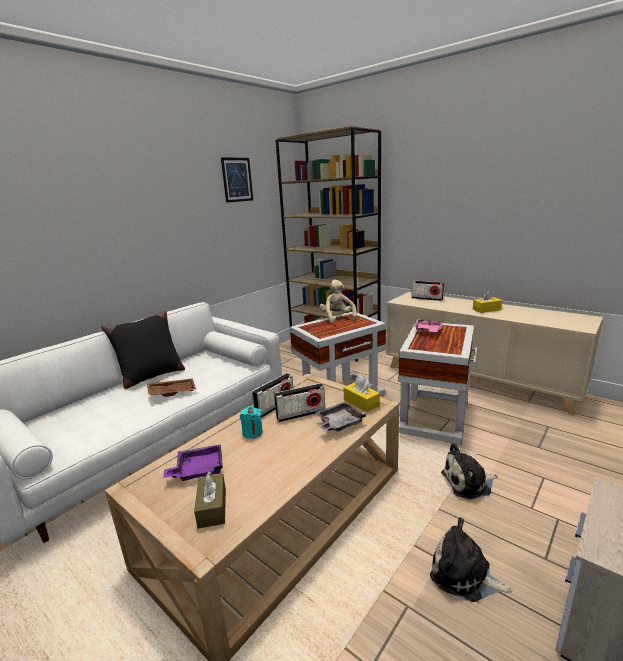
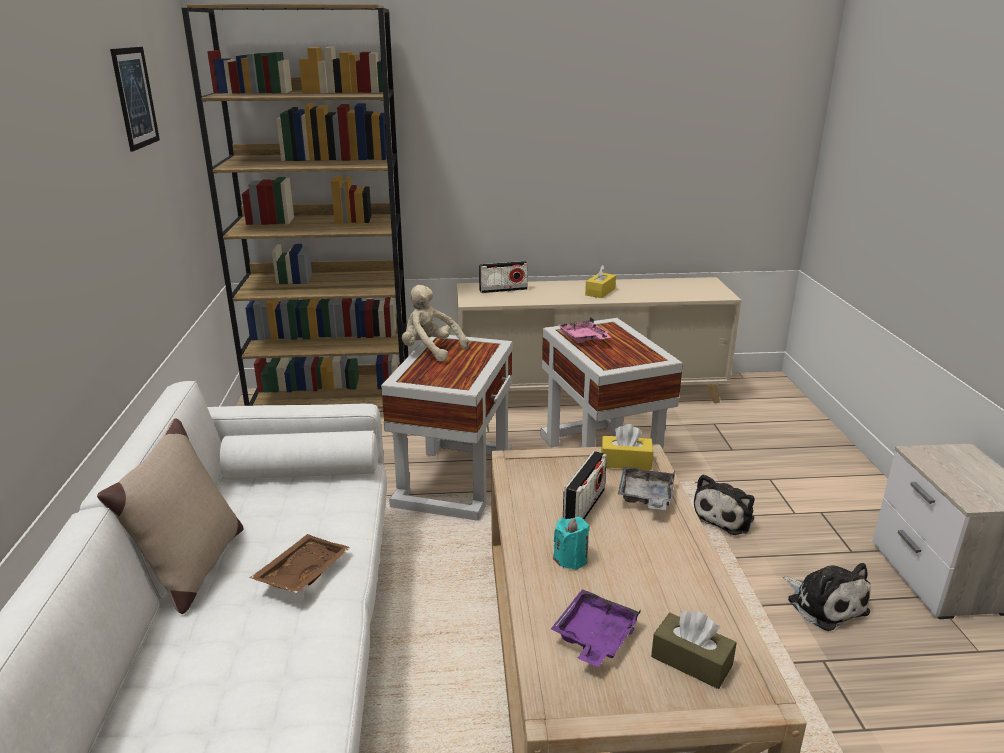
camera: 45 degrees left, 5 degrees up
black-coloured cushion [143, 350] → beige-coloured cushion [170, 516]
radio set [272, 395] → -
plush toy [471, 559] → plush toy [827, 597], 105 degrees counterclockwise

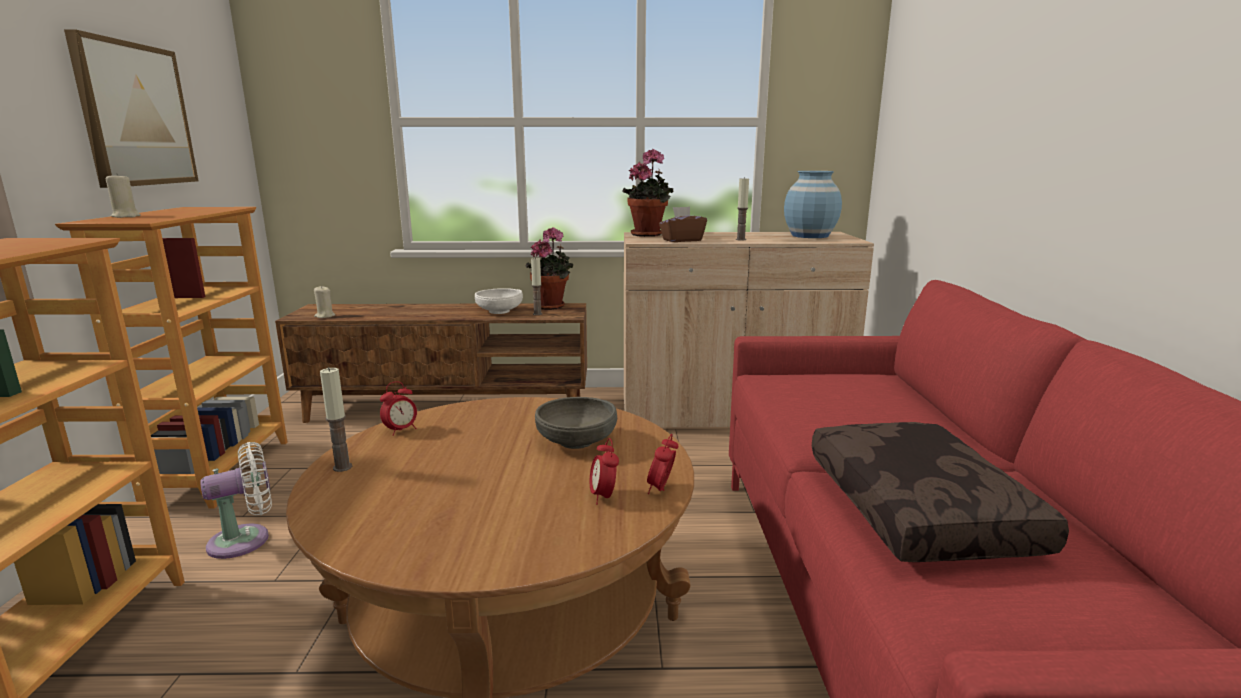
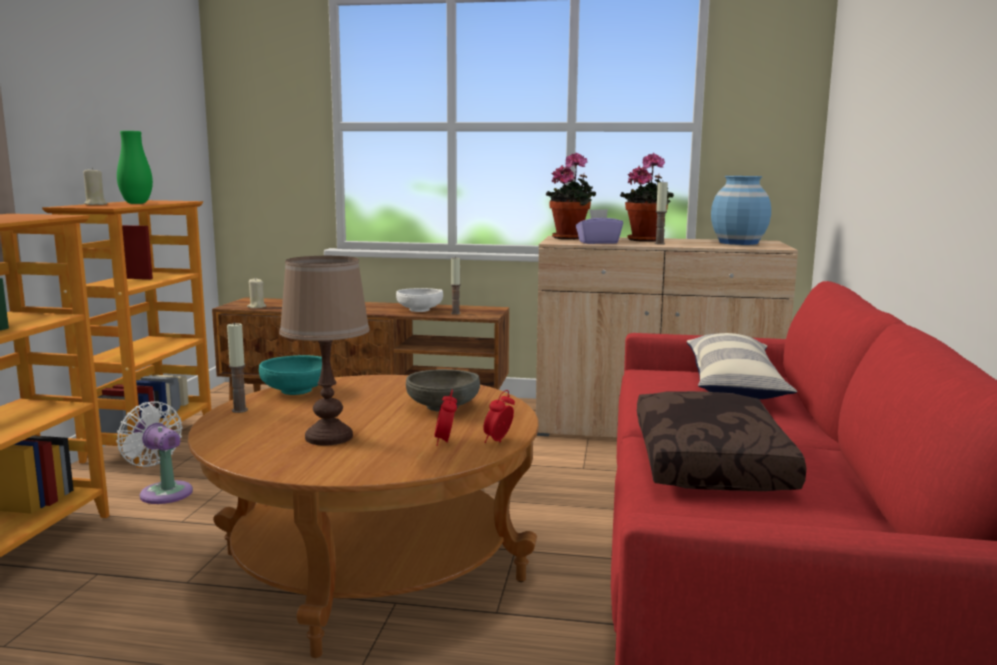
camera: 10 degrees right, 5 degrees down
wall art [131, 108] → -
white-coloured electric fan [236, 500] → white-coloured electric fan [155, 452], 120 degrees counterclockwise
bedside clock [398, 408] → blue-green bowl [290, 375]
houseplant [549, 268] → houseplant [647, 197], shifted
brownish box of tissues [683, 224] → purple-coloured box of tissues [599, 226]
- → greenish vase [135, 167]
- → brownish tabletop lamp [324, 351]
- → cushion [742, 366]

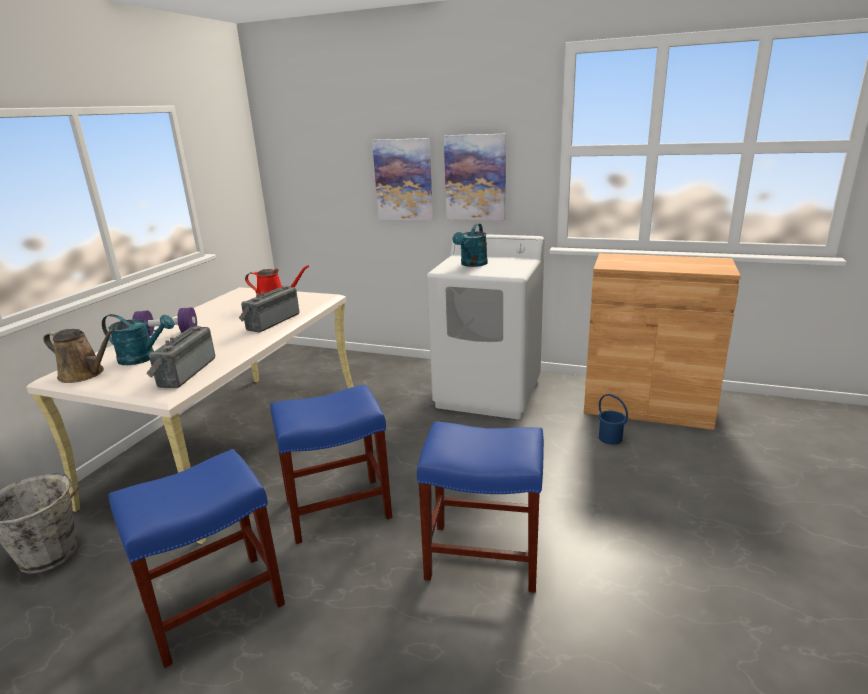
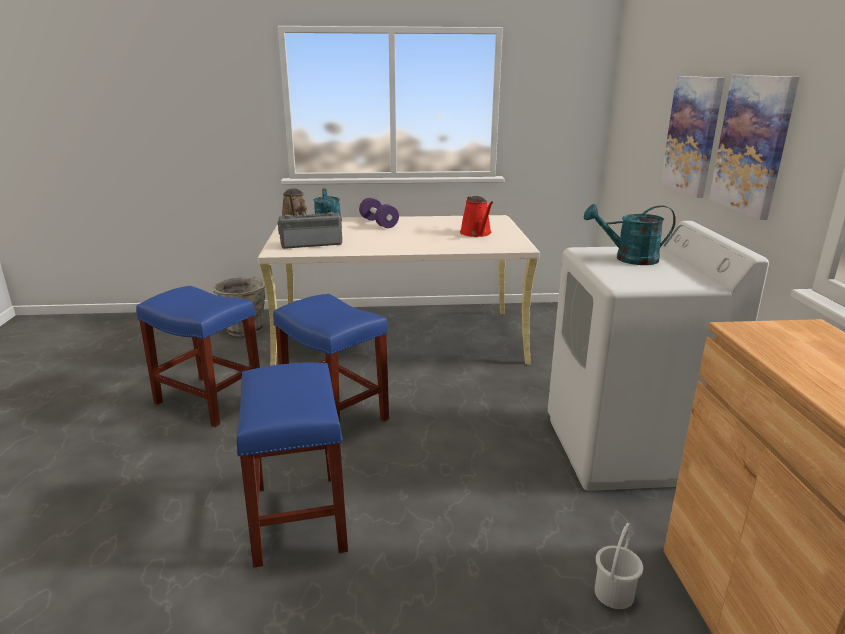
camera: 65 degrees right, 0 degrees up
radio set [269, 309] → -
blue bucket [613, 419] → white-coloured bucket [619, 566]

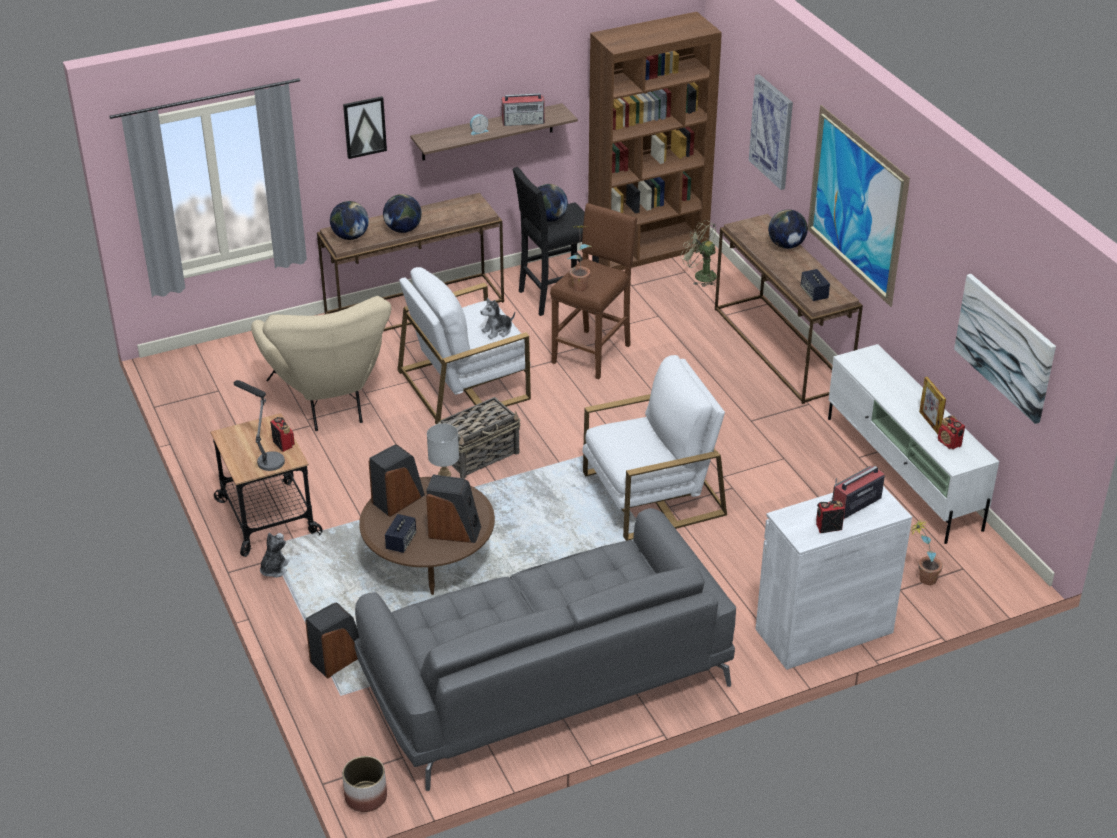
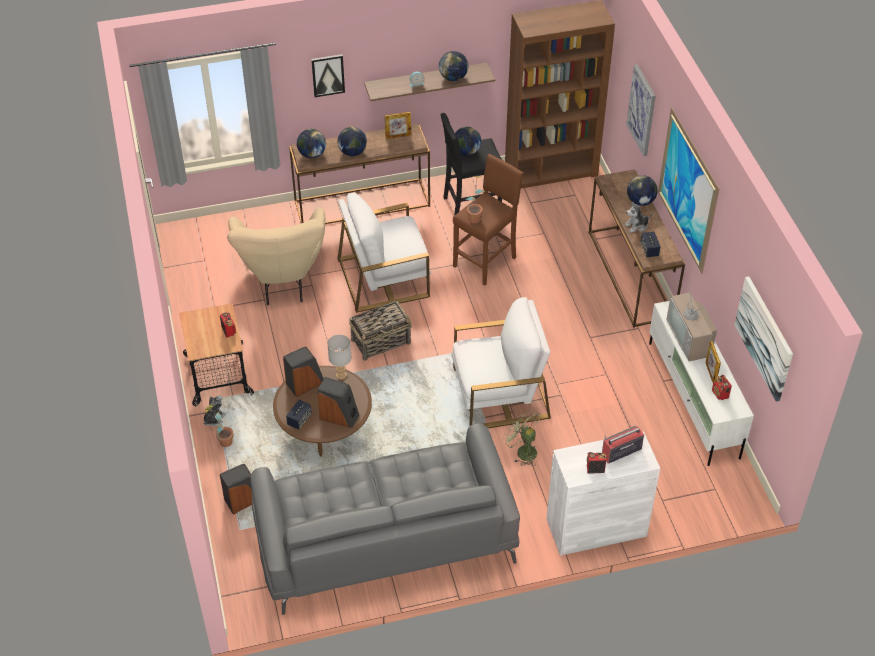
camera: 10 degrees right, 10 degrees up
tabletop lamp [259, 425] → -
planter [364, 784] → -
plush toy [498, 318] → plush toy [638, 217], shifted
radio set [523, 109] → globe [453, 66]
greenish electric fan [699, 253] → greenish electric fan [522, 437], shifted
houseplant [927, 552] → houseplant [218, 425], shifted
- → picture frame [398, 125]
- → television [691, 323]

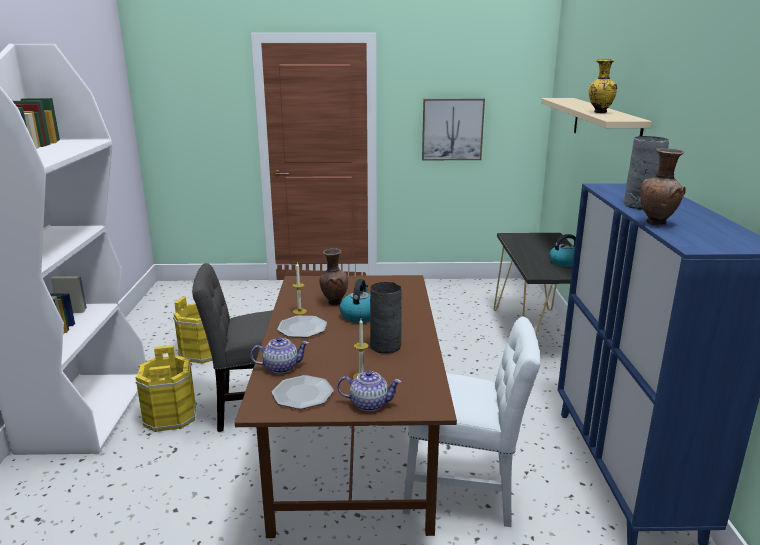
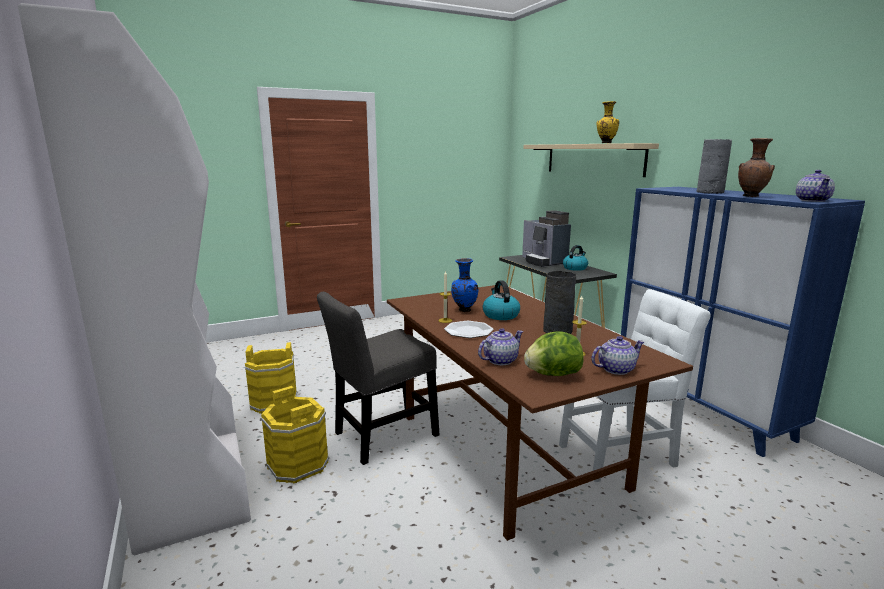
camera: 25 degrees left, 5 degrees down
dinner plate [303, 392] → head of lettuce [554, 353]
brownish vase [333, 277] → blue vase [464, 285]
wall art [453, 129] → -
- → coffee brewer [546, 238]
- → pot for tea [815, 186]

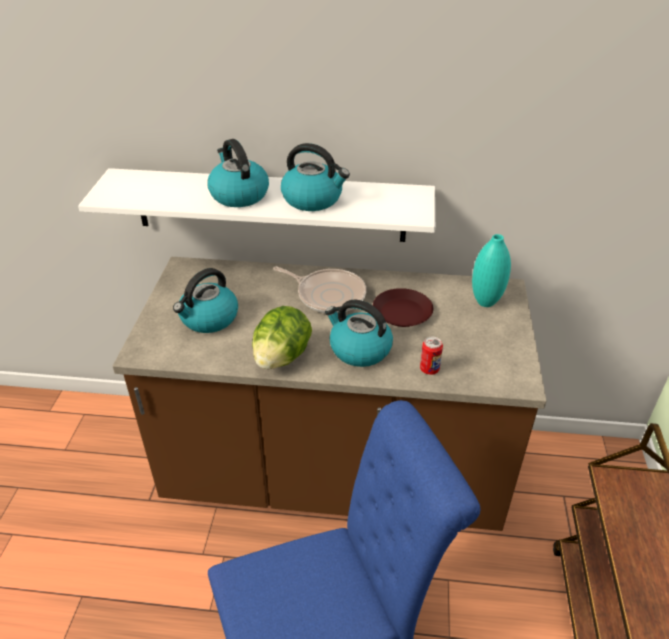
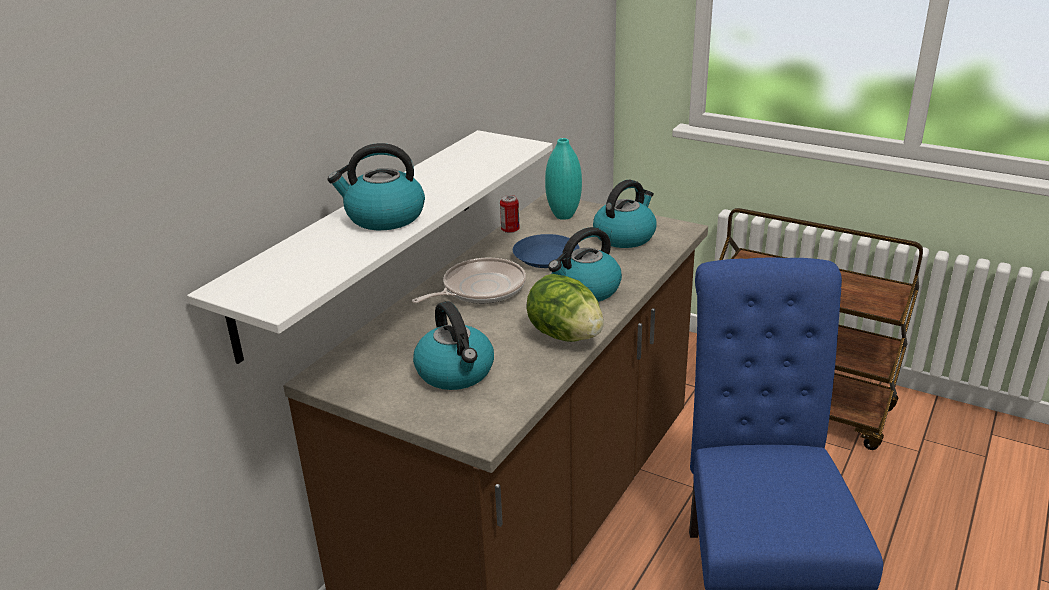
camera: 65 degrees left, 10 degrees down
water kettle [315, 177] → water kettle [625, 214], shifted
brownish dinner plate [403, 307] → blue dinner plate [546, 251]
metal can [431, 356] → metal can [510, 214], shifted

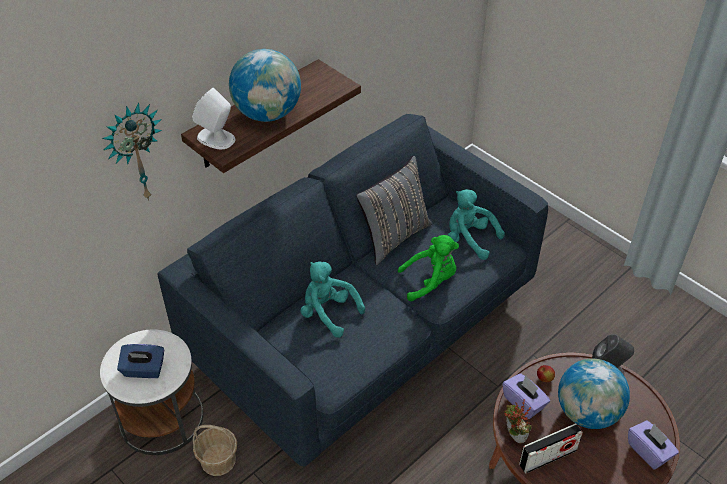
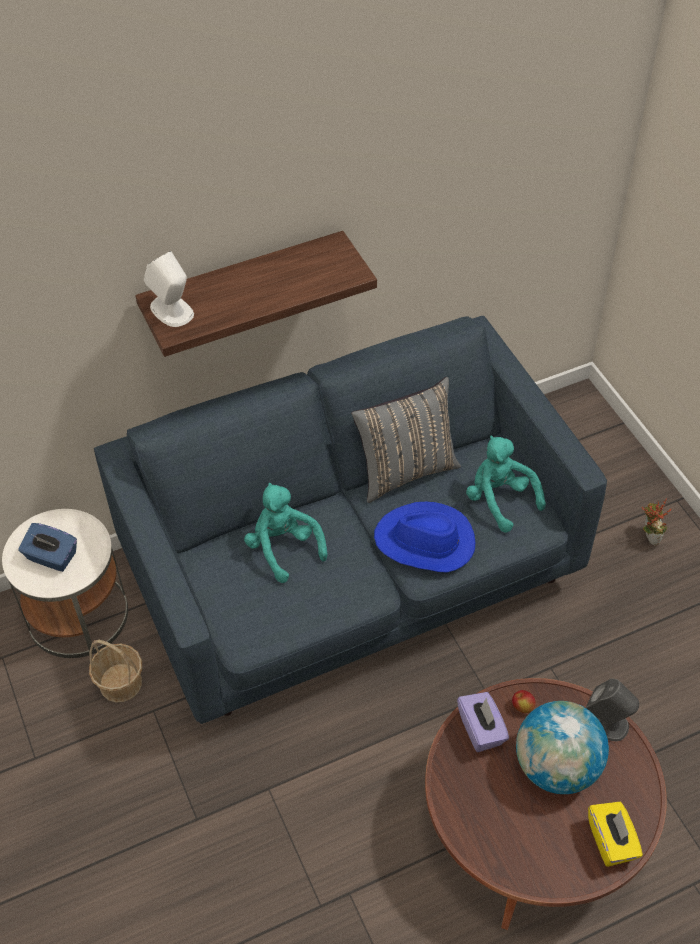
camera: 20 degrees right, 5 degrees up
clock on the wall [132, 151] → -
globe [265, 85] → -
greenish plush toy [428, 268] → blue clothing hat [424, 537]
houseplant [517, 421] → houseplant [657, 522], shifted
radio set [551, 448] → -
purple-coloured box of tissues [653, 444] → yellow box of tissues [615, 834]

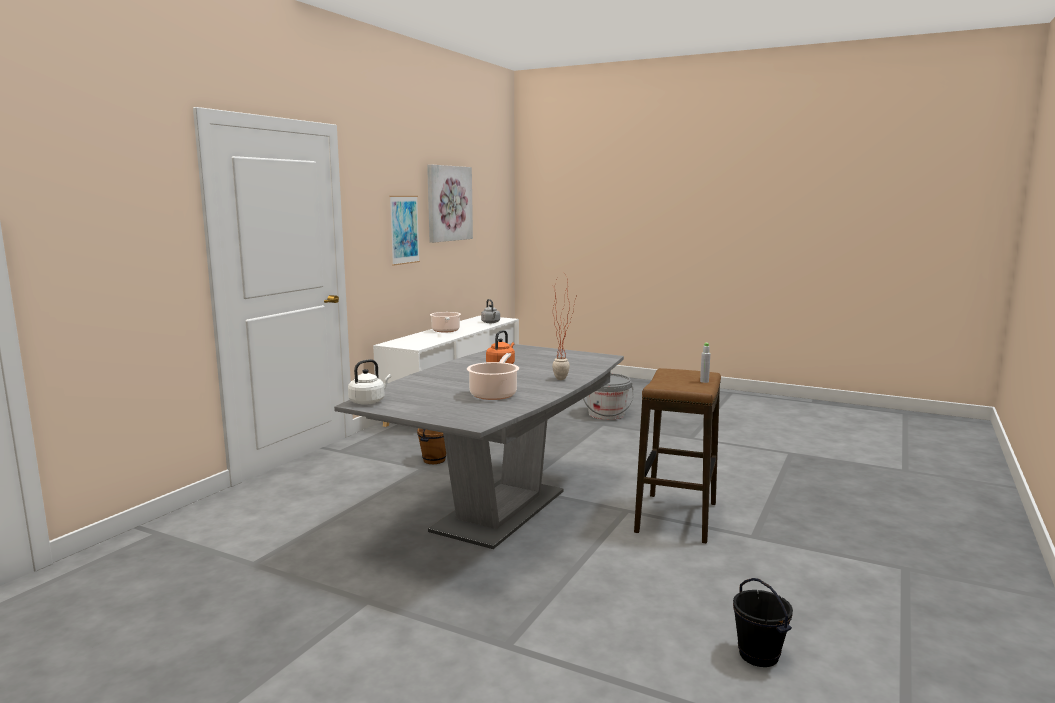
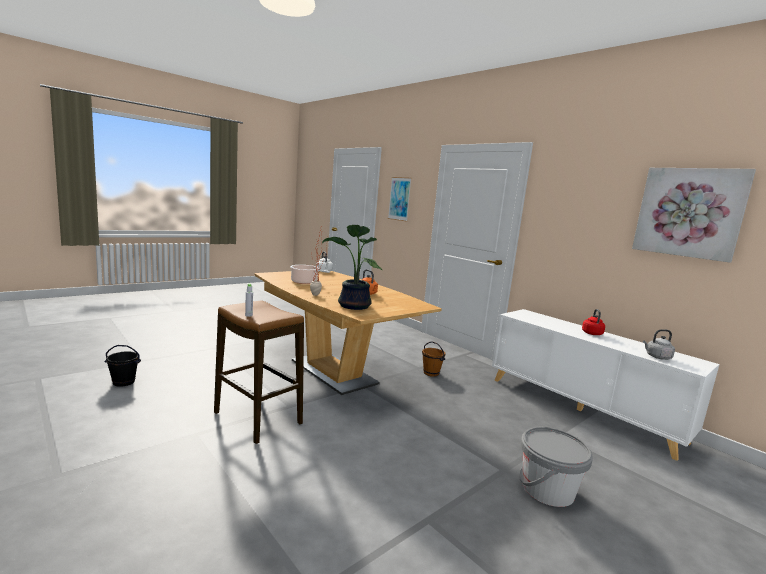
camera: 110 degrees right, 0 degrees up
greyish dinner table [479, 446] → brownish dinner table [348, 333]
wall art [404, 231] → wall art [400, 199], shifted
stockpot [445, 322] → red-coloured water kettle [593, 322]
- → houseplant [352, 267]

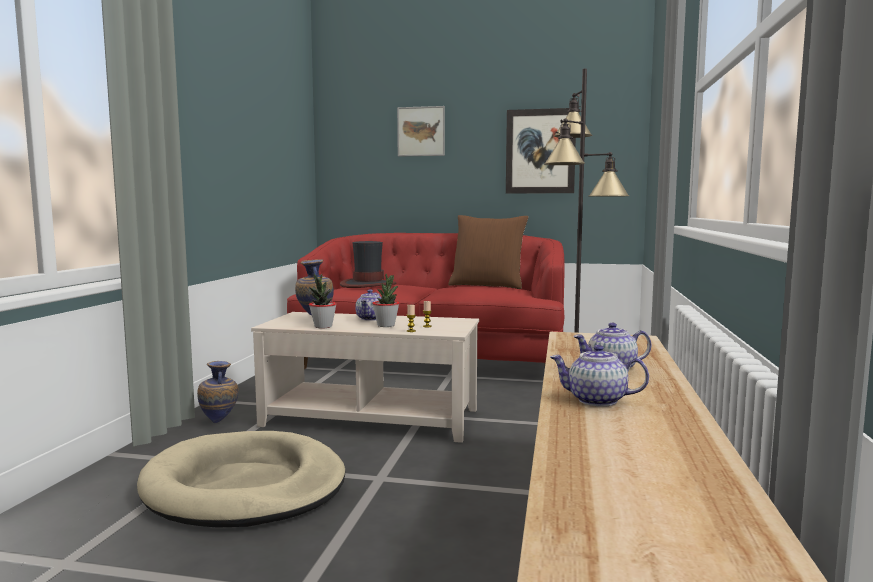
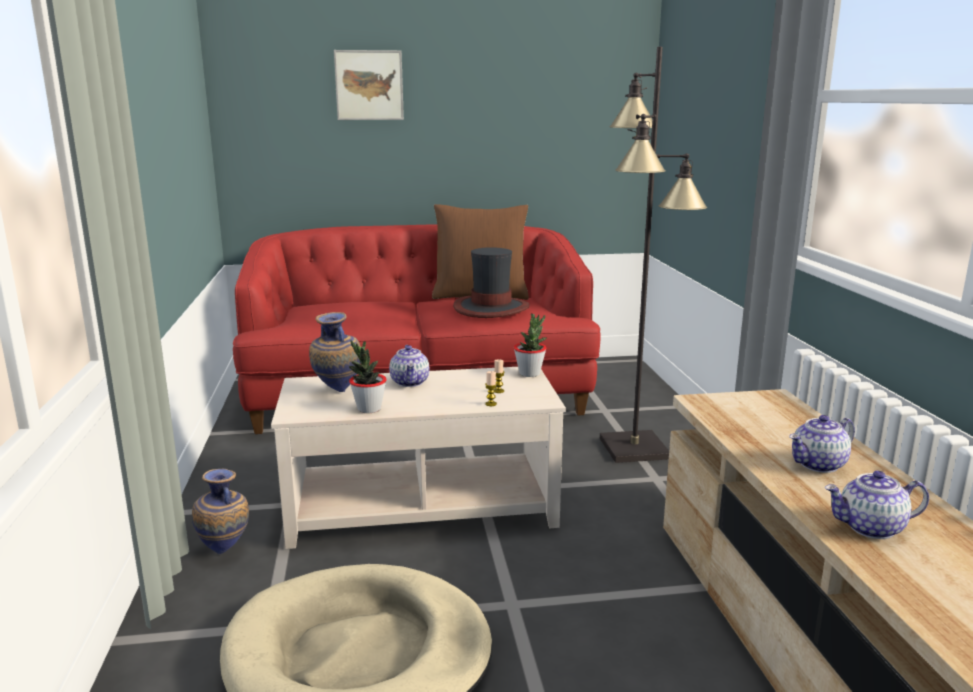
camera: 20 degrees left, 10 degrees up
clothing hat [368, 264] → clothing hat [491, 282], shifted
houseplant [385, 300] → houseplant [530, 345], shifted
wall art [541, 151] → -

